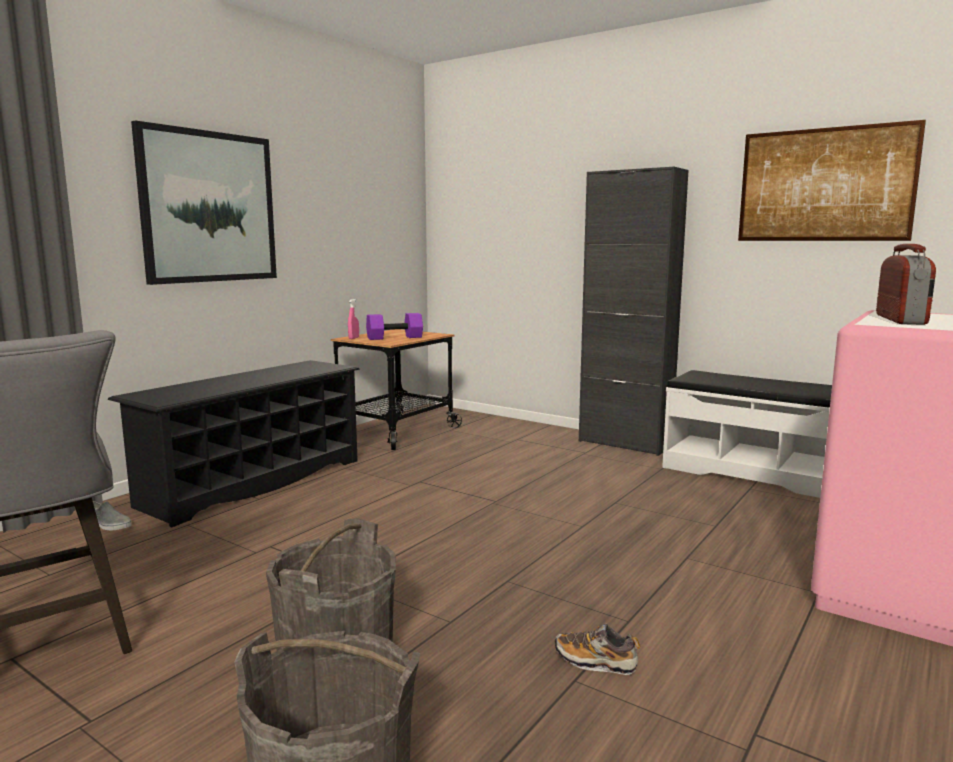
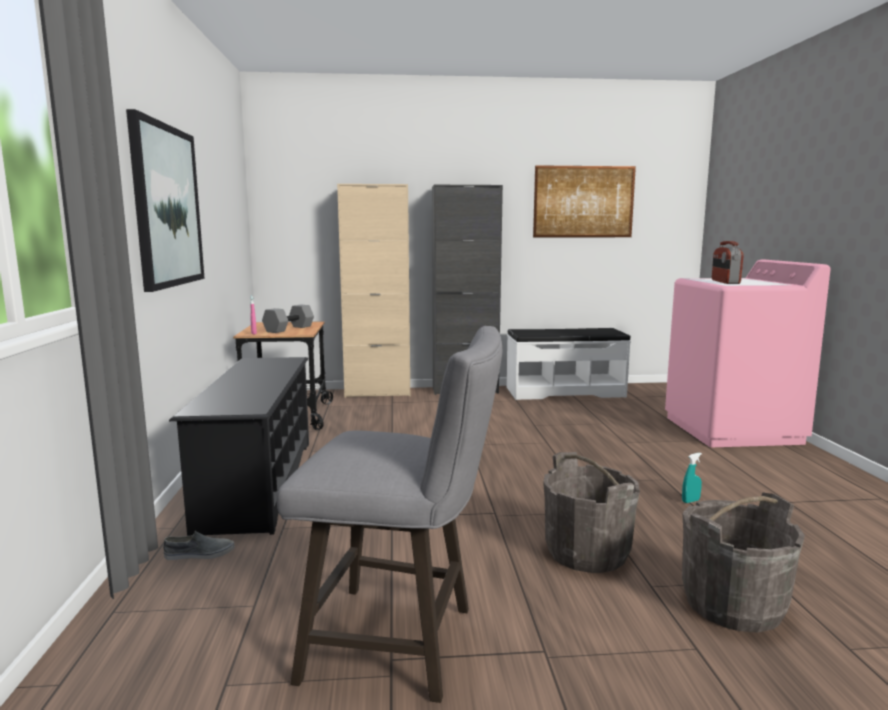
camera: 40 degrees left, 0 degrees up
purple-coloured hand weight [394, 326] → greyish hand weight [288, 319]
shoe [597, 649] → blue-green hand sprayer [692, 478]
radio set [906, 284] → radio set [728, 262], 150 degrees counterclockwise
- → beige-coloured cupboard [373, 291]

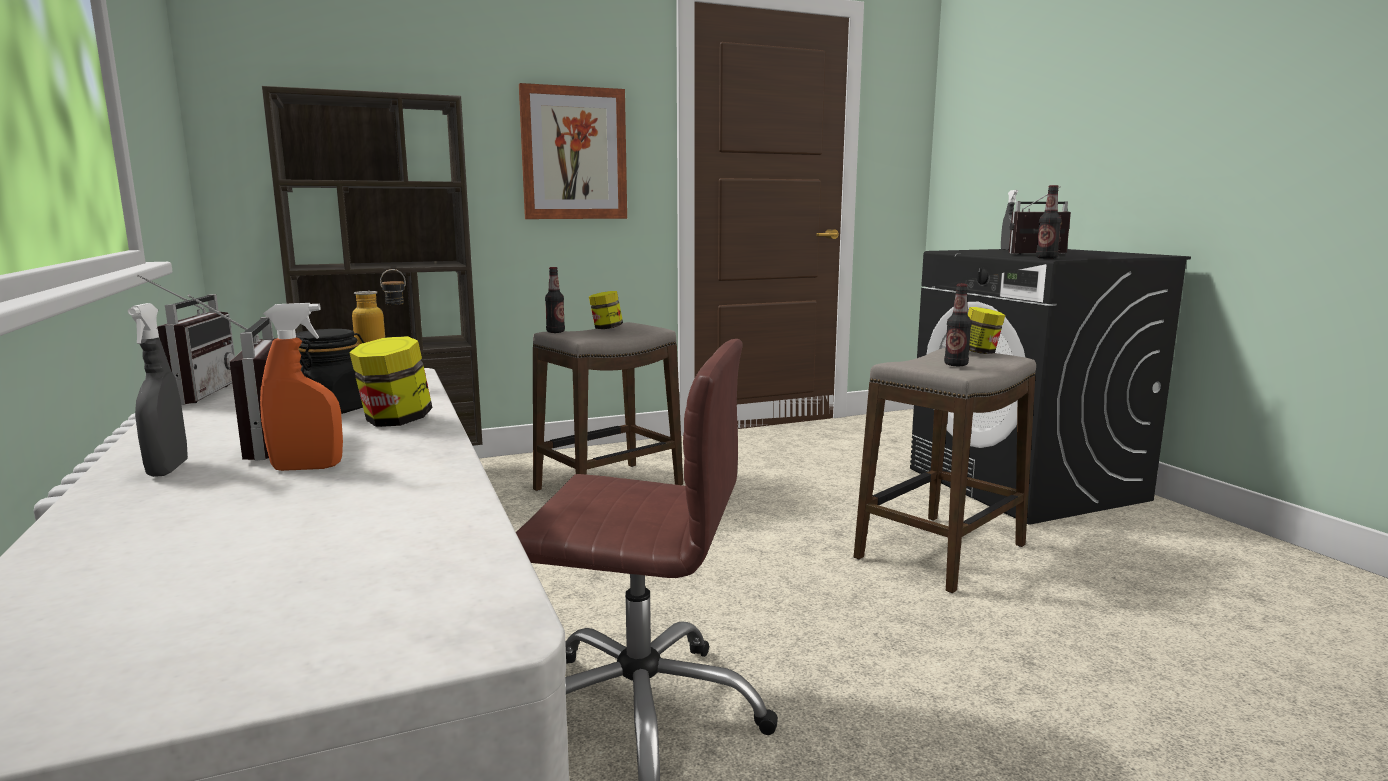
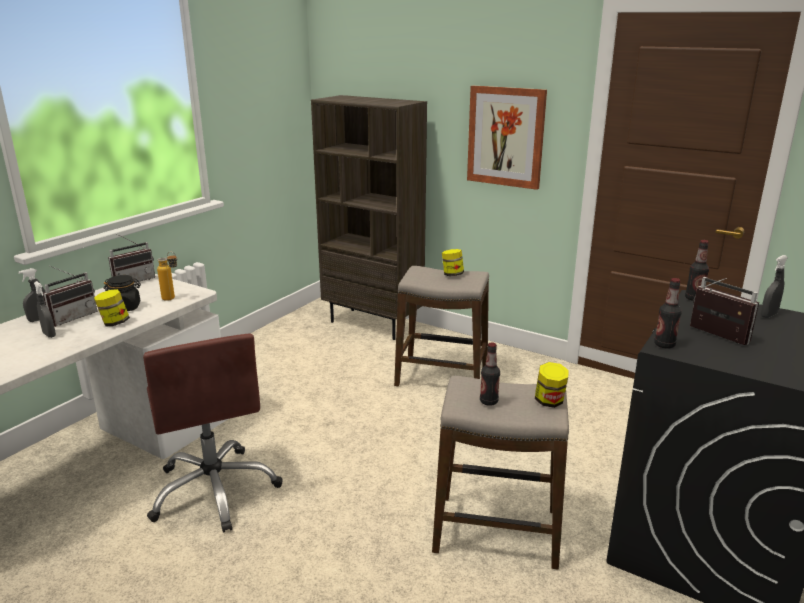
camera: 55 degrees right, 10 degrees up
orange-coloured hand sprayer [301, 387] → greyish hand sprayer [45, 309]
bottle [555, 300] → bottle [697, 270], shifted

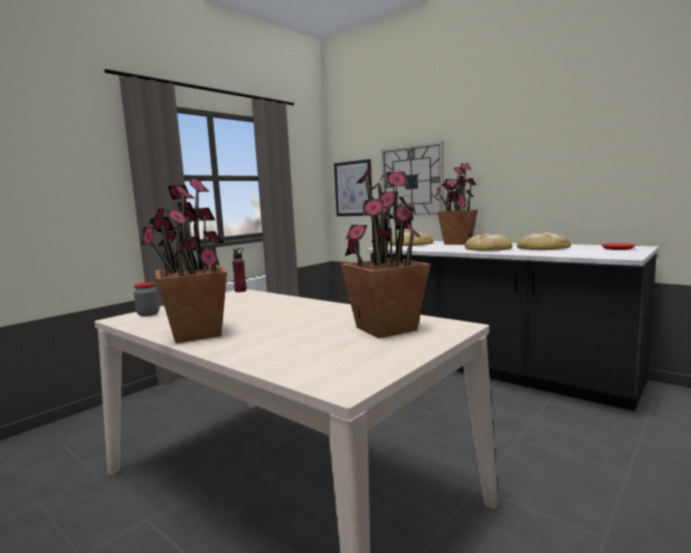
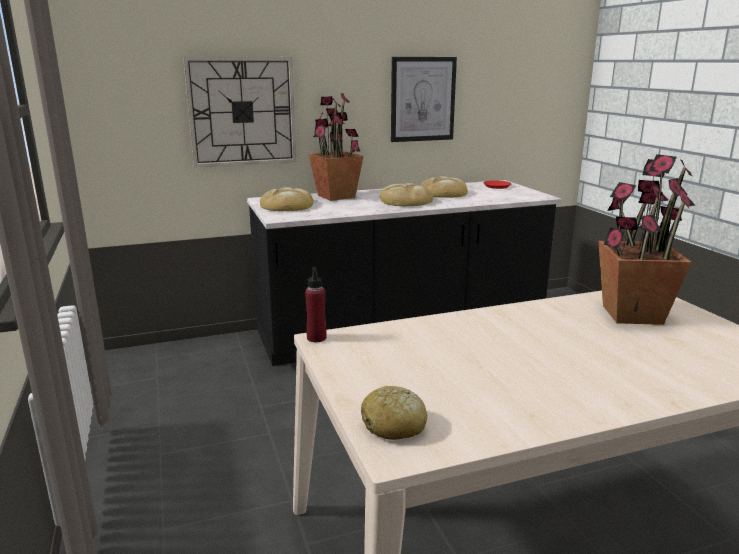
camera: 60 degrees left, 10 degrees up
preserve jar [146, 299] → bread [394, 413]
houseplant [184, 260] → -
wall art [353, 187] → wall art [424, 99], shifted

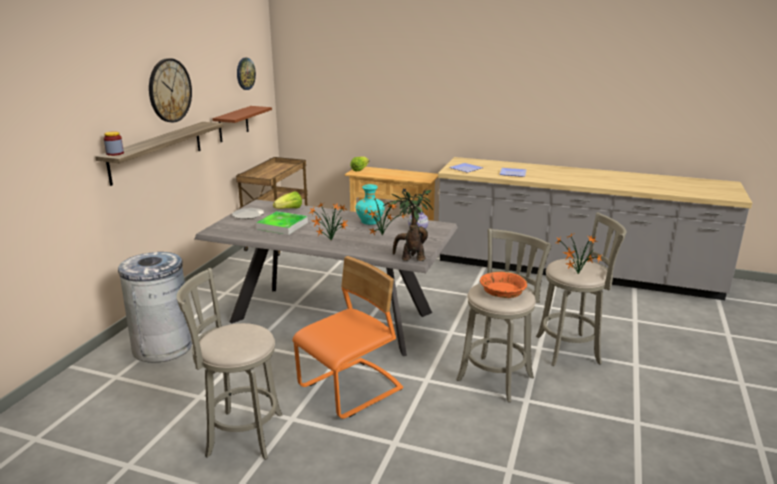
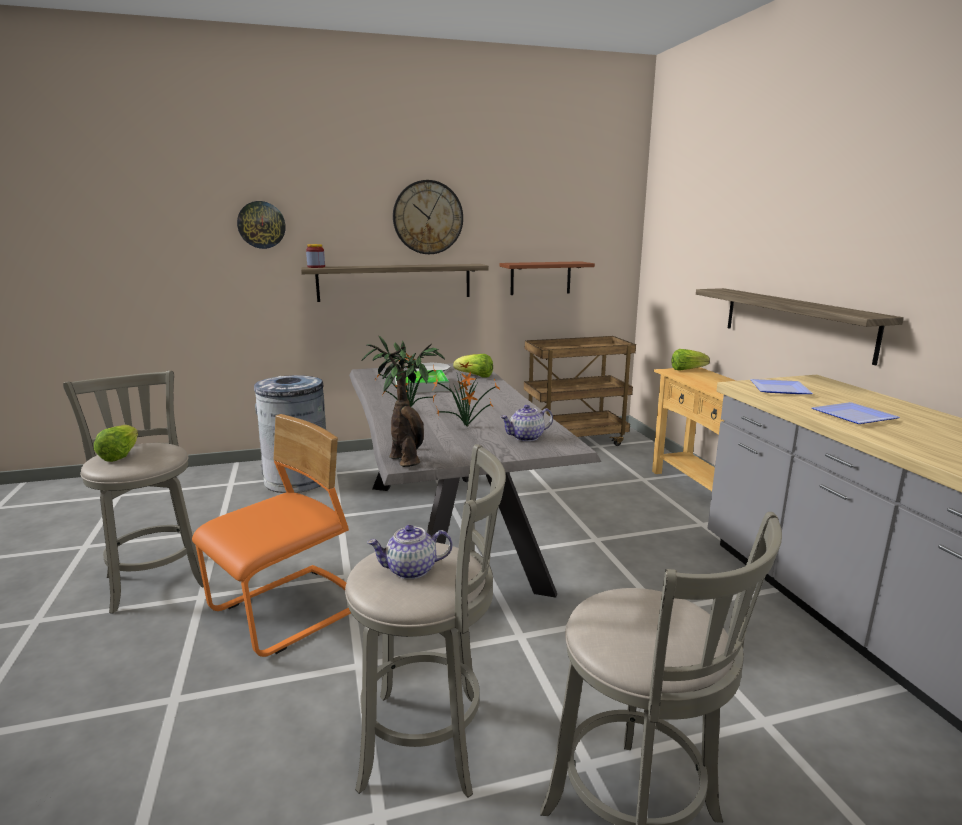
camera: 55 degrees right, 5 degrees down
clock on the wall [246, 74] → clock on the wall [261, 225], shifted
orange-coloured chair [348, 337] → orange-coloured chair [271, 535], 60 degrees counterclockwise
blue-green vase [370, 204] → -
orange-coloured bowl [503, 285] → pot for tea [409, 552]
houseplant [579, 254] → -
- → head of lettuce [116, 443]
- → wall shelf [800, 327]

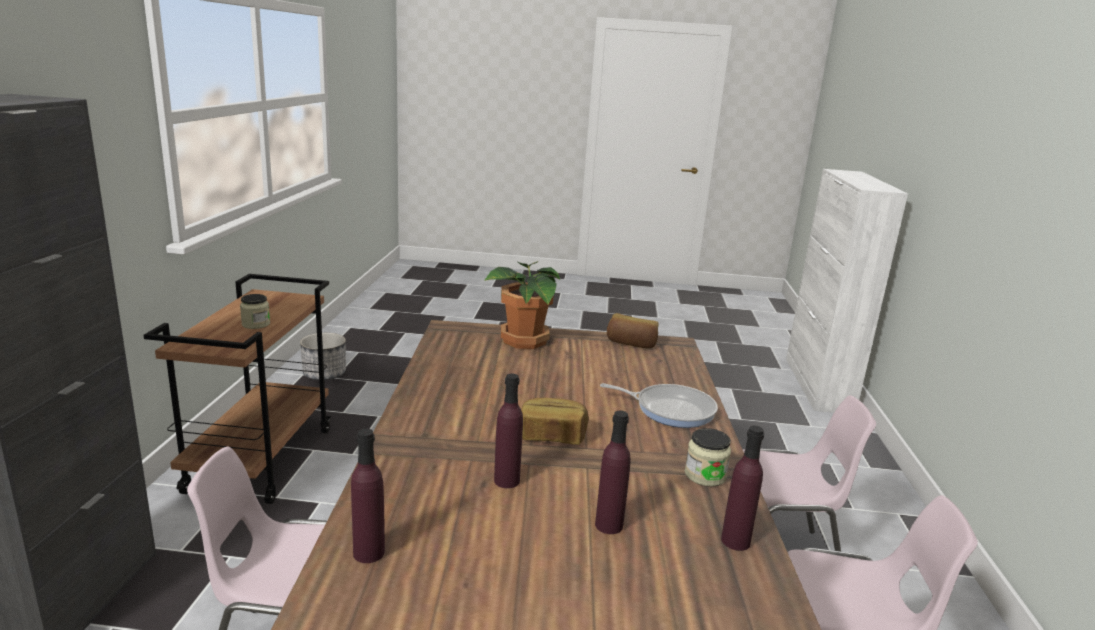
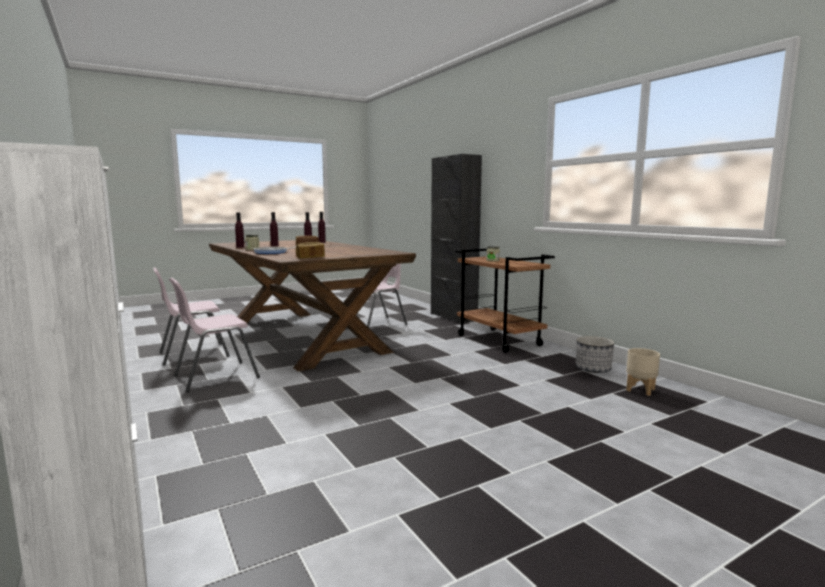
camera: 145 degrees right, 10 degrees down
houseplant [522, 305] → -
- → beige-coloured planter [643, 372]

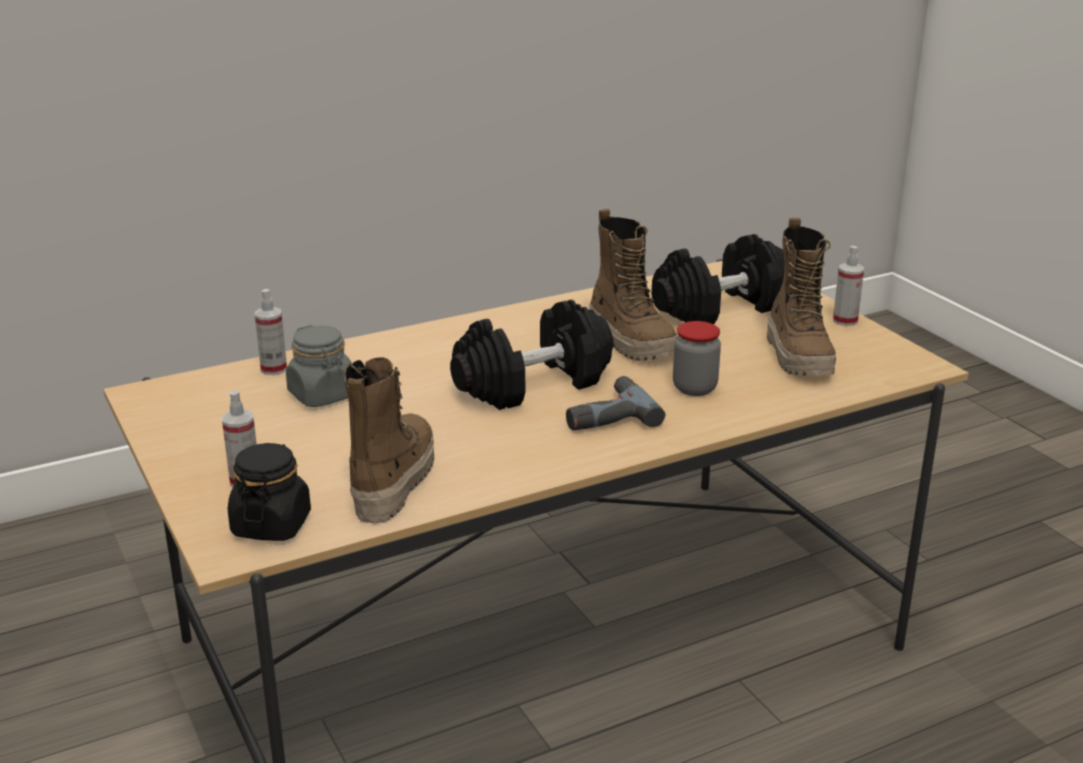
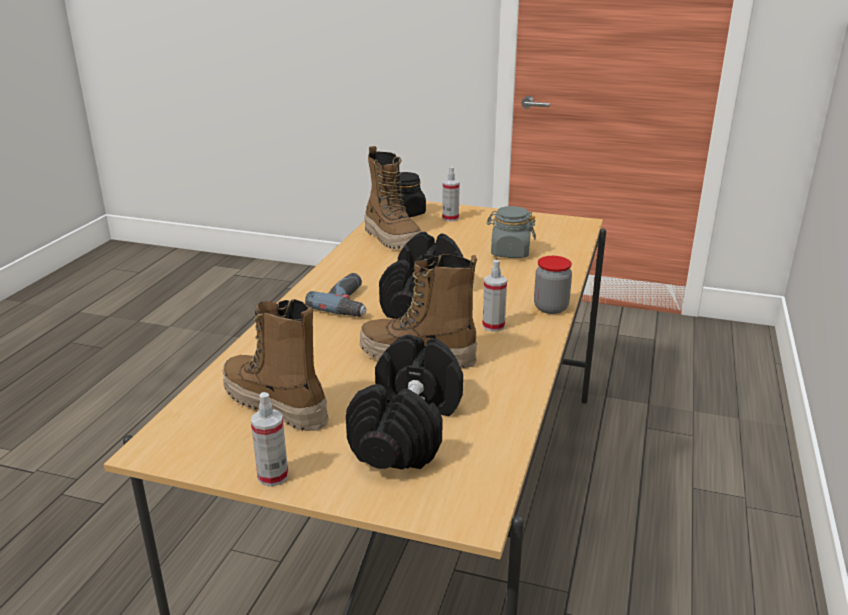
camera: 135 degrees right, 0 degrees up
hand sprayer [271, 332] → hand sprayer [494, 296], shifted
preserve jar [697, 358] → preserve jar [553, 285], shifted

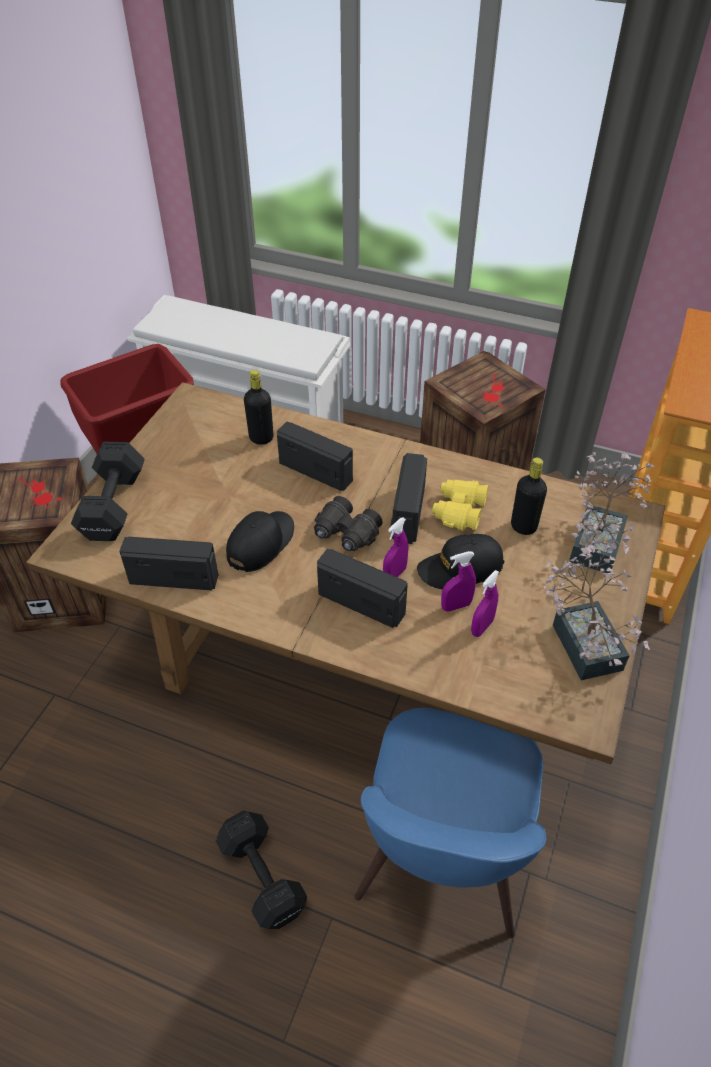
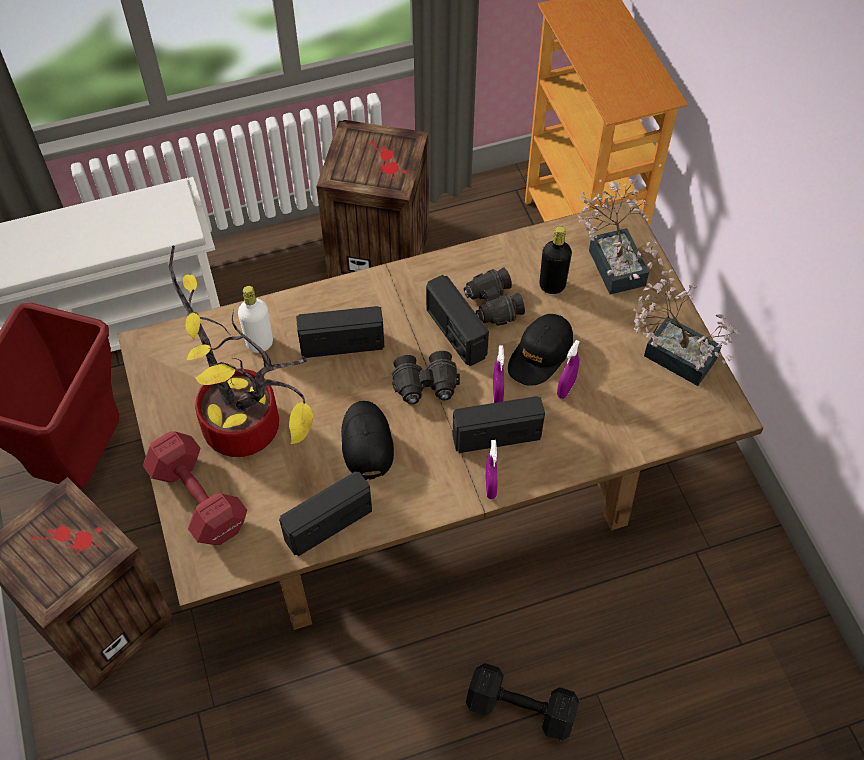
camera: 40 degrees left, 10 degrees up
black-coloured hand weight [108, 491] → red-coloured hand weight [195, 488]
black-coloured bottle [258, 407] → white-coloured bottle [255, 319]
blue chair [450, 823] → -
yellow pair of binoculars [460, 505] → black-coloured pair of binoculars [494, 296]
purple-coloured hand sprayer [485, 603] → purple-coloured hand sprayer [491, 469], shifted
- → houseplant [241, 351]

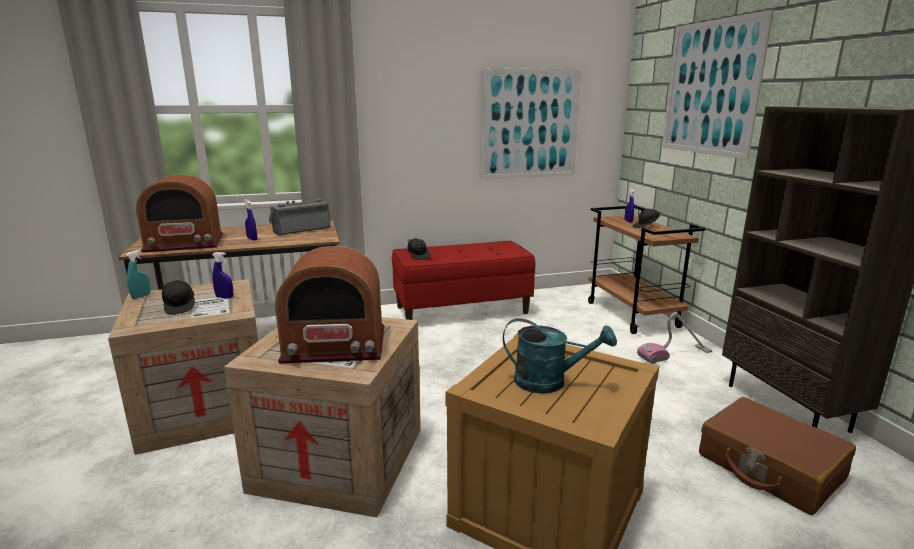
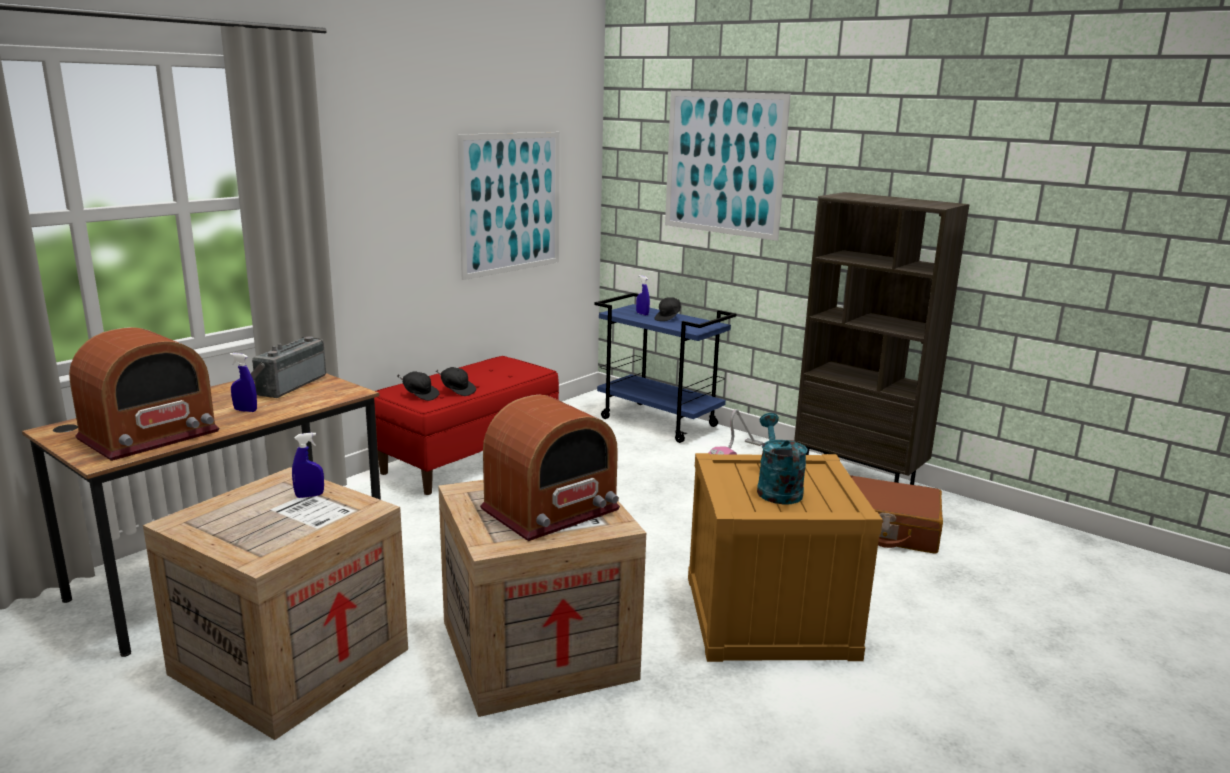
camera: 35 degrees left, 0 degrees up
blue-green hand sprayer [138, 274] → -
black-coloured cap [178, 297] → black-coloured cap [456, 381], shifted
blue-green sprinkling can [560, 356] → blue-green sprinkling can [782, 459], 75 degrees counterclockwise
brownish cart [646, 269] → blue cart [665, 368]

